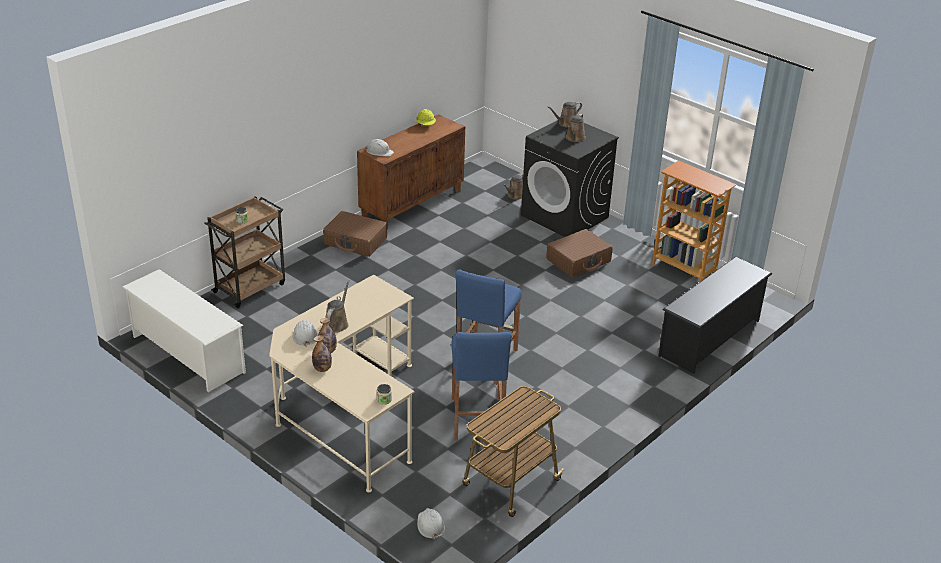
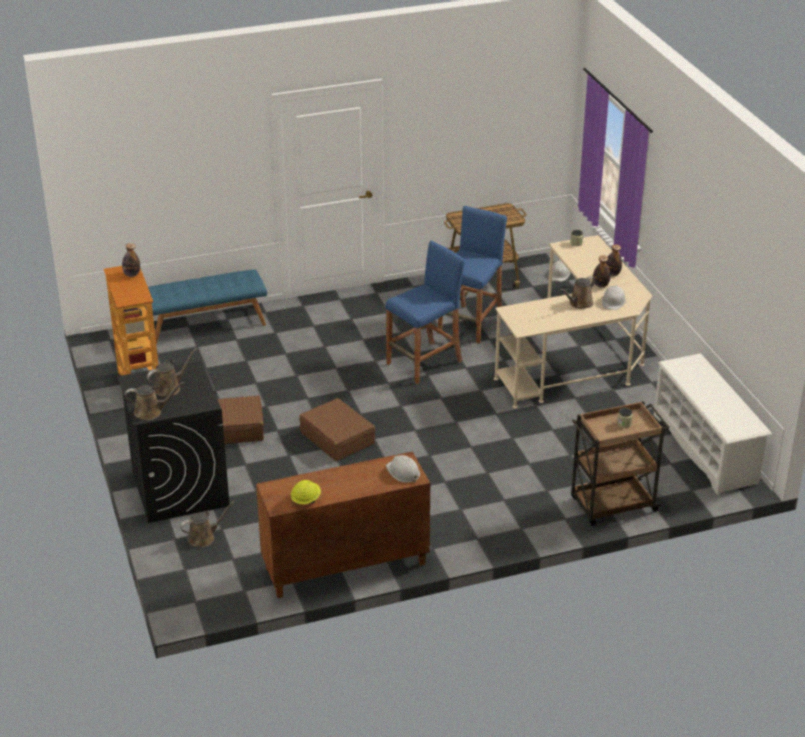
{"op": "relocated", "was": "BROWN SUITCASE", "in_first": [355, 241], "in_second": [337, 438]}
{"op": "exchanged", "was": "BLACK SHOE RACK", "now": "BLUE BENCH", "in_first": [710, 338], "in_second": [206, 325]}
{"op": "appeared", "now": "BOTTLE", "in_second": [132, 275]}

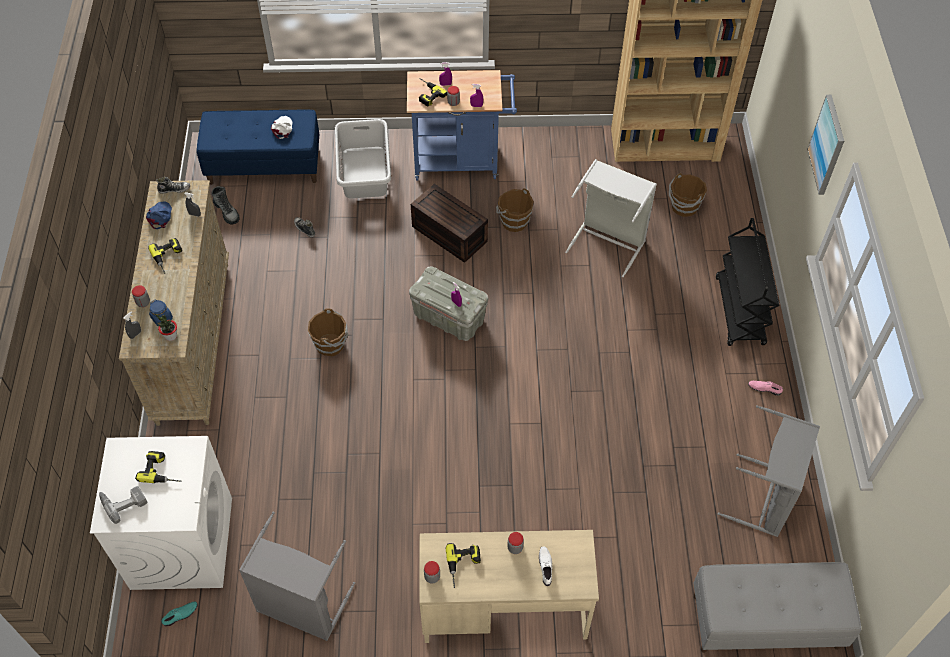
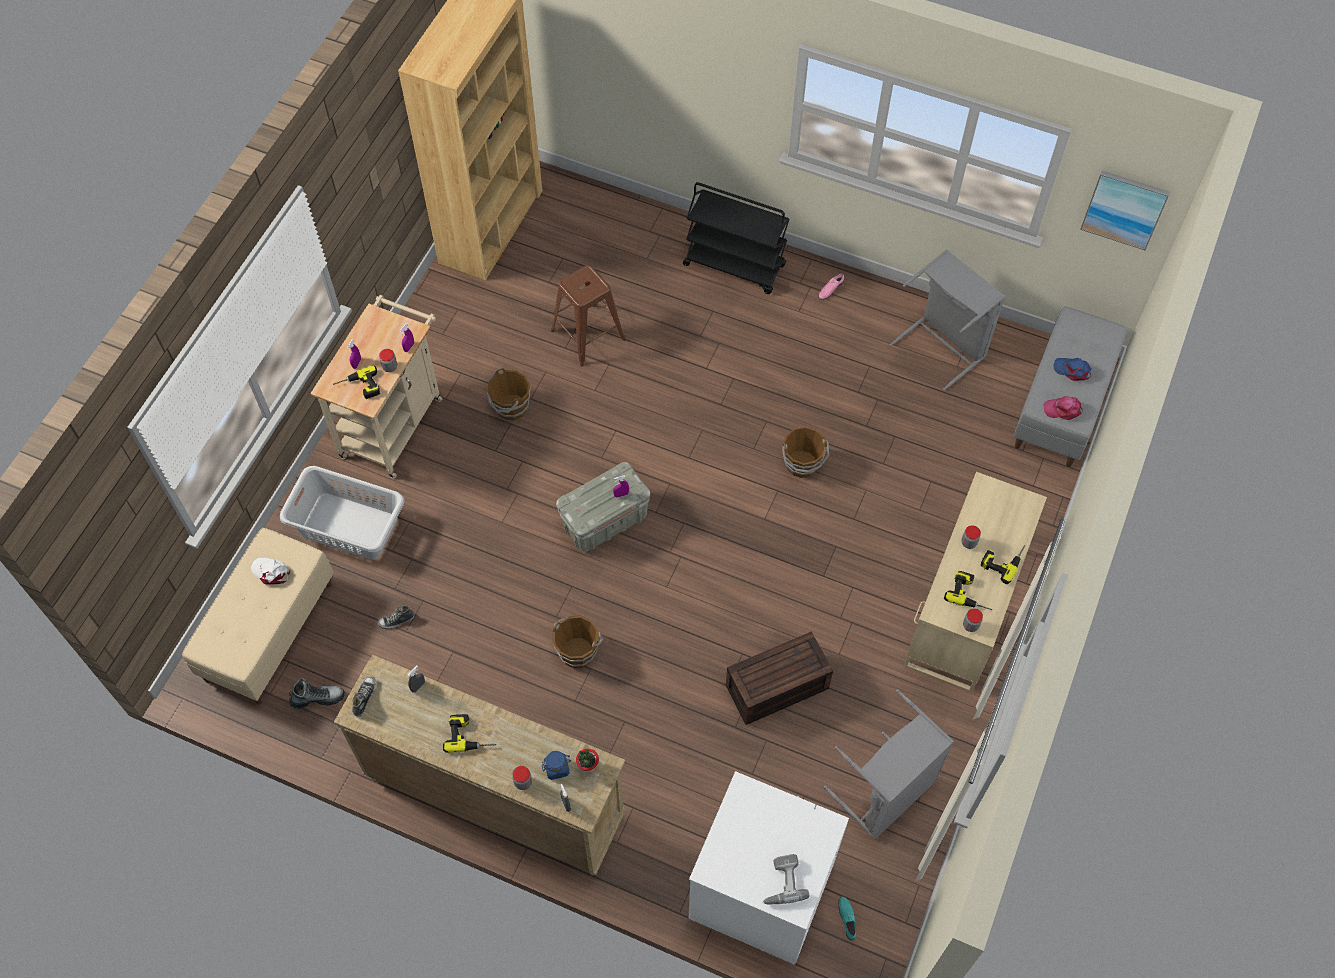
{"op": "colour", "was": "BLUE CART", "now": "BEIGE CART", "in_first": [462, 161], "in_second": [394, 421]}
{"op": "relocated", "was": "PICTURE", "in_first": [827, 145], "in_second": [1124, 209]}
{"op": "colour", "was": "BLUE BENCH", "now": "BEIGE BENCH", "in_first": [265, 165], "in_second": [269, 631]}
{"op": "exchanged", "was": "GREY LAUNDRY BASKET", "now": "BROWN STOOL", "in_first": [608, 241], "in_second": [588, 333]}
{"op": "relocated", "was": "BROWN BUCKET", "in_first": [684, 207], "in_second": [802, 464]}
{"op": "relocated", "was": "BROWN STORAGE BOX", "in_first": [448, 234], "in_second": [776, 688]}
{"op": "relocated", "was": "BLUE CAP", "in_first": [160, 216], "in_second": [1072, 370]}
{"op": "relocated", "was": "POWER DRILL", "in_first": [163, 470], "in_second": [1002, 560]}
{"op": "missing", "was": "WHITE SHOE", "in_first": [546, 566]}
{"op": "appeared", "now": "PINK CAP", "in_second": [1063, 409]}

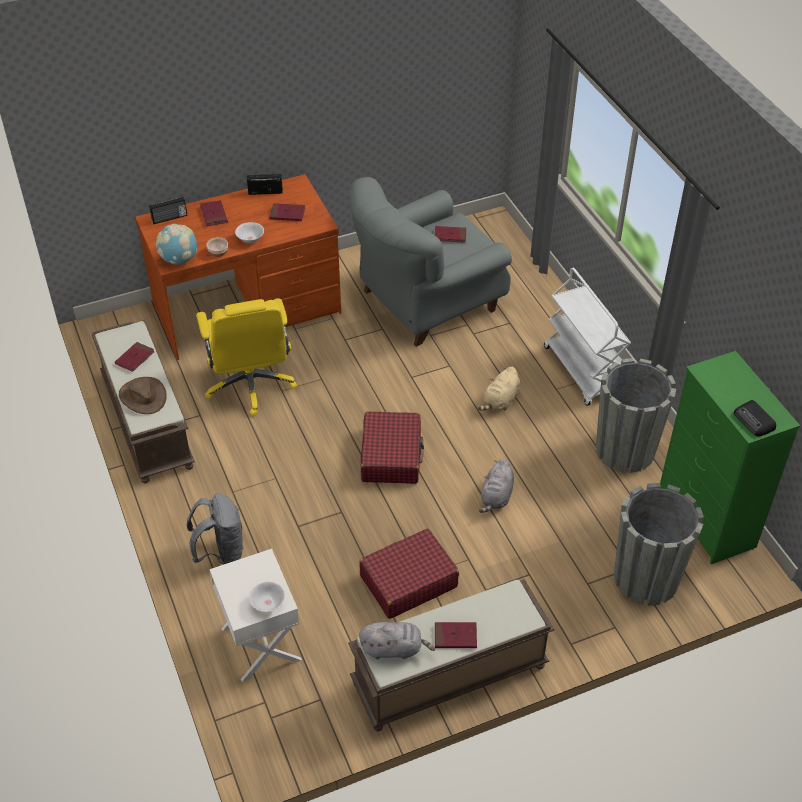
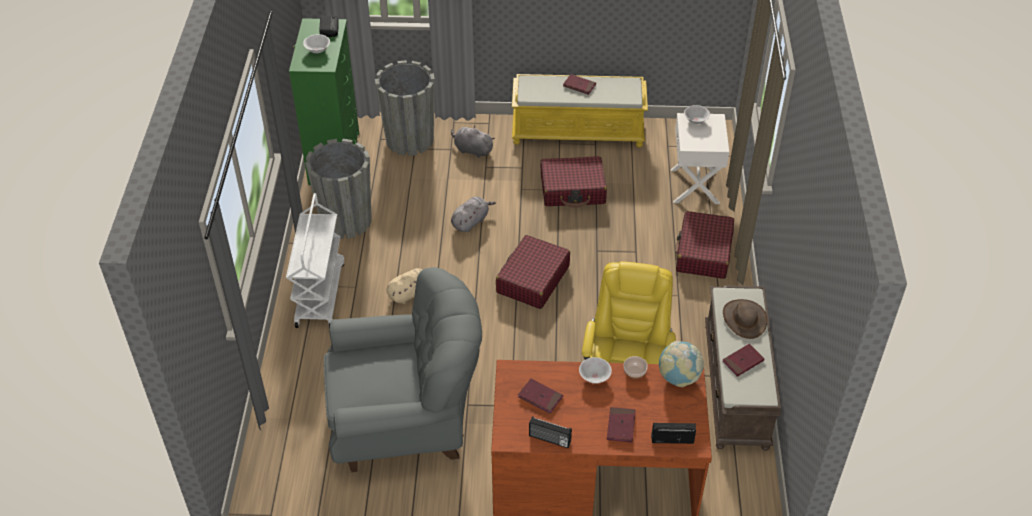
{"op": "missing", "was": "RED BOOK", "in_first": [450, 235]}
{"op": "exchanged", "was": "GREY BACKPACK", "now": "RED SUITCASE", "in_first": [221, 552], "in_second": [703, 253]}
{"op": "colour", "was": "BROWN BENCH", "now": "YELLOW BENCH", "in_first": [449, 676], "in_second": [578, 131]}
{"op": "relocated", "was": "GREY PLUSH TOY", "in_first": [394, 649], "in_second": [472, 150]}
{"op": "appeared", "now": "WHITE BOWL", "in_second": [317, 50]}

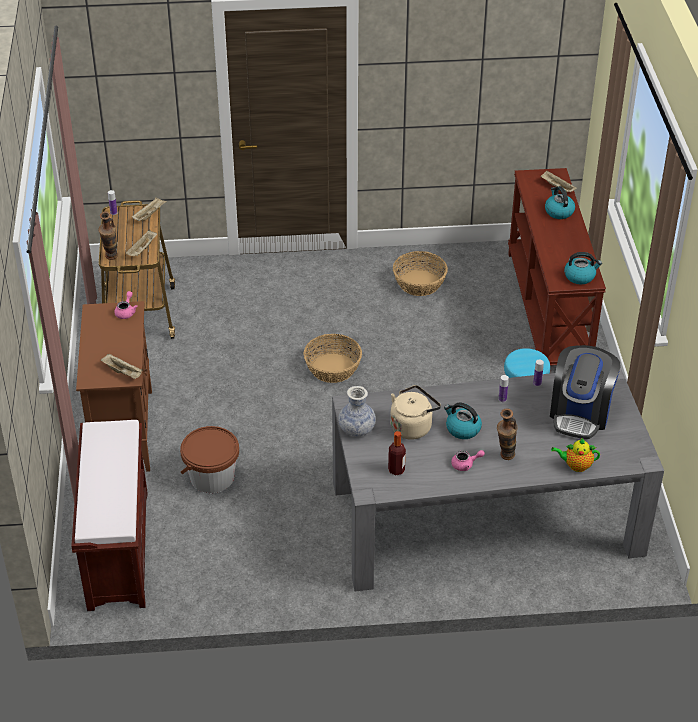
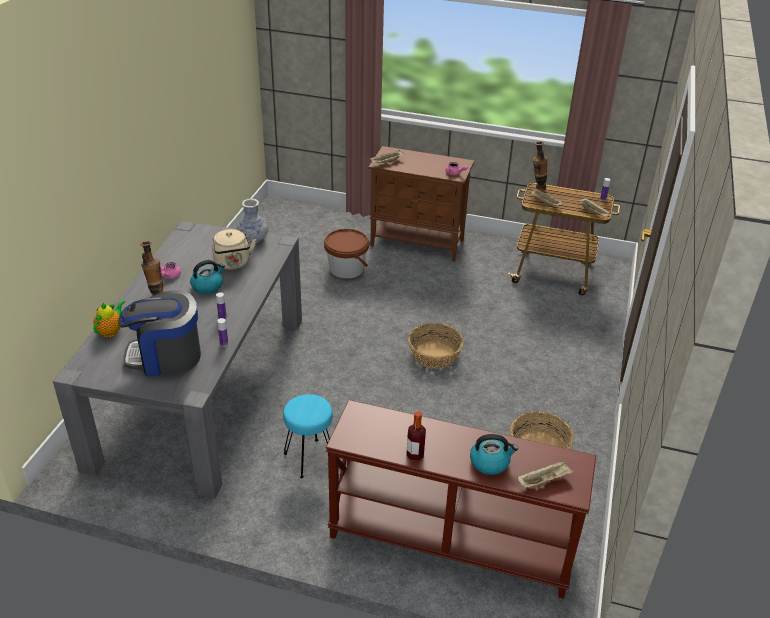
{"op": "missing", "was": "KETTLE", "in_first": [580, 276]}
{"op": "spun", "was": "COFFEE MACHINE", "in_first": [580, 413], "in_second": [165, 356], "clockwise": -45}
{"op": "missing", "was": "BROWN BENCH", "in_first": [117, 548]}
{"op": "relocated", "was": "BOTTLE", "in_first": [396, 470], "in_second": [415, 455]}

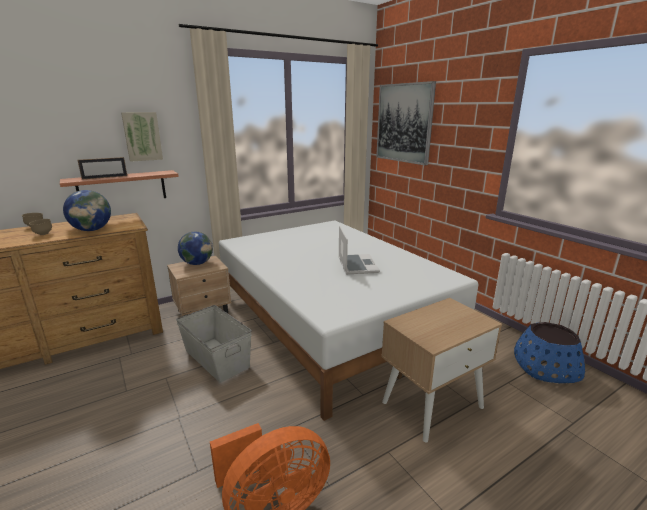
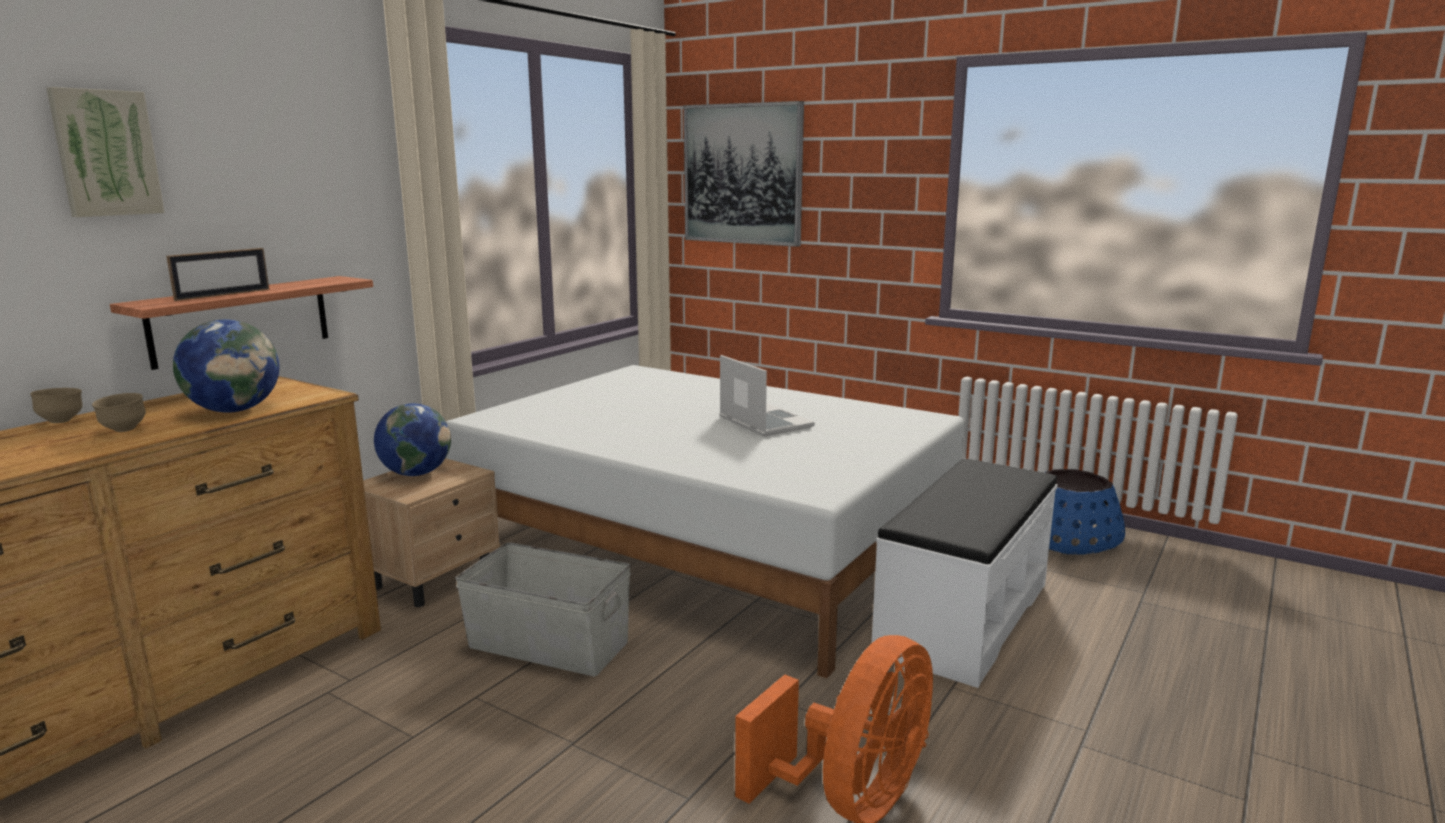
{"op": "relocated", "was": "PICTURE", "in_first": [142, 136], "in_second": [105, 153]}
{"op": "exchanged", "was": "BEIGE NIGHTSTAND", "now": "WHITE BENCH", "in_first": [432, 404], "in_second": [962, 616]}

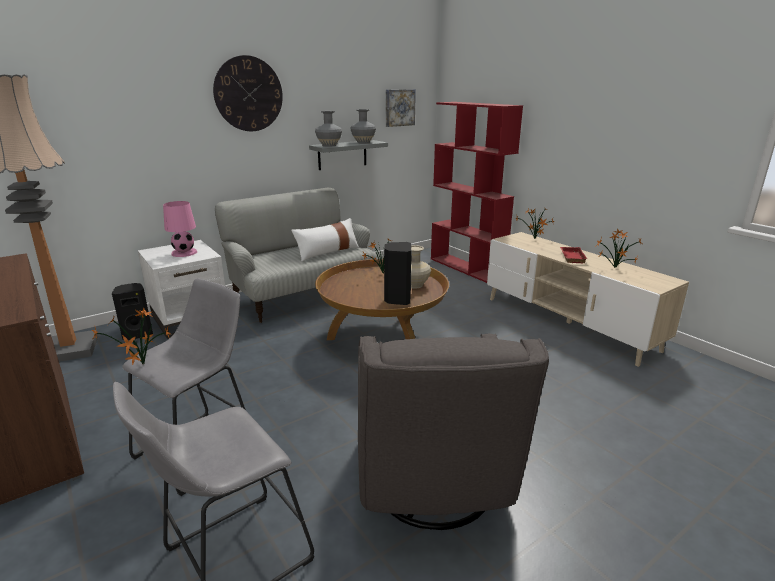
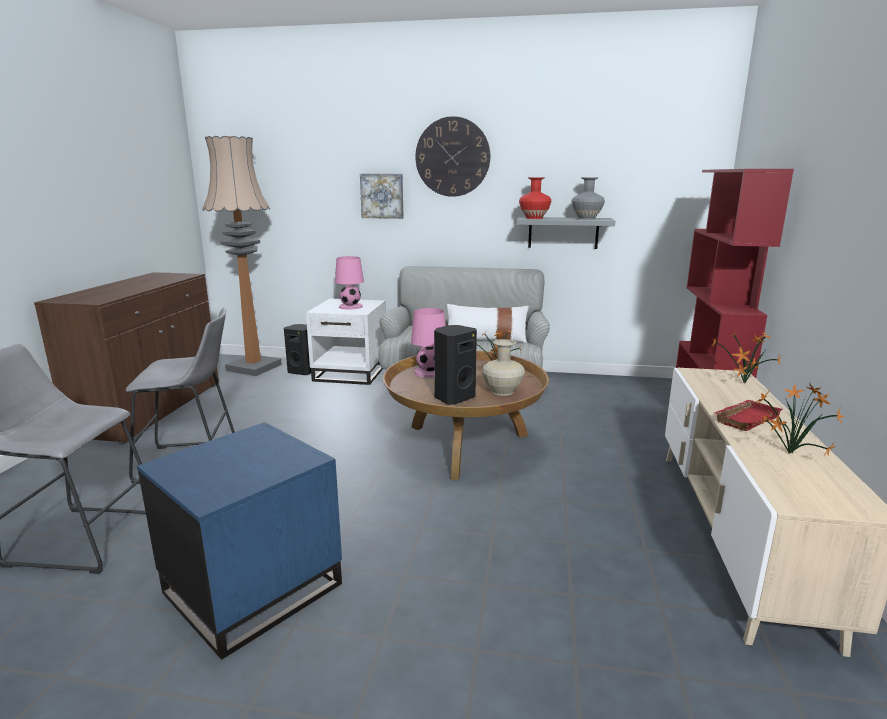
{"op": "relocated", "was": "PICTURE", "in_first": [399, 107], "in_second": [382, 196]}
{"op": "colour", "was": "GREY VASE", "now": "RED VASE", "in_first": [328, 145], "in_second": [534, 218]}
{"op": "missing", "was": "POTTED PLANT", "in_first": [142, 365]}
{"op": "exchanged", "was": "GREY ARMCHAIR", "now": "BLUE SIDE TABLE", "in_first": [432, 485], "in_second": [252, 587]}
{"op": "appeared", "now": "PINK TABLE LAMP", "in_second": [429, 372]}

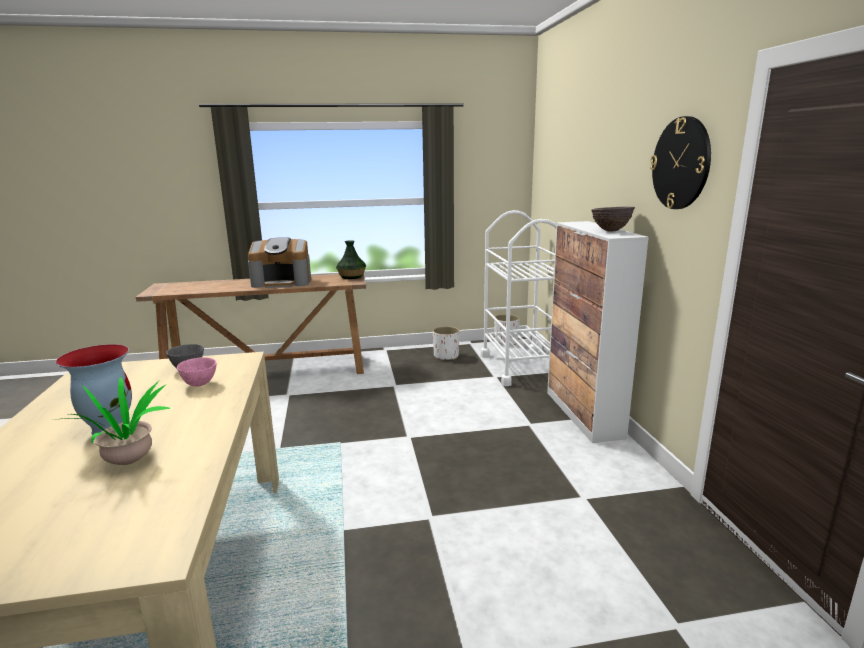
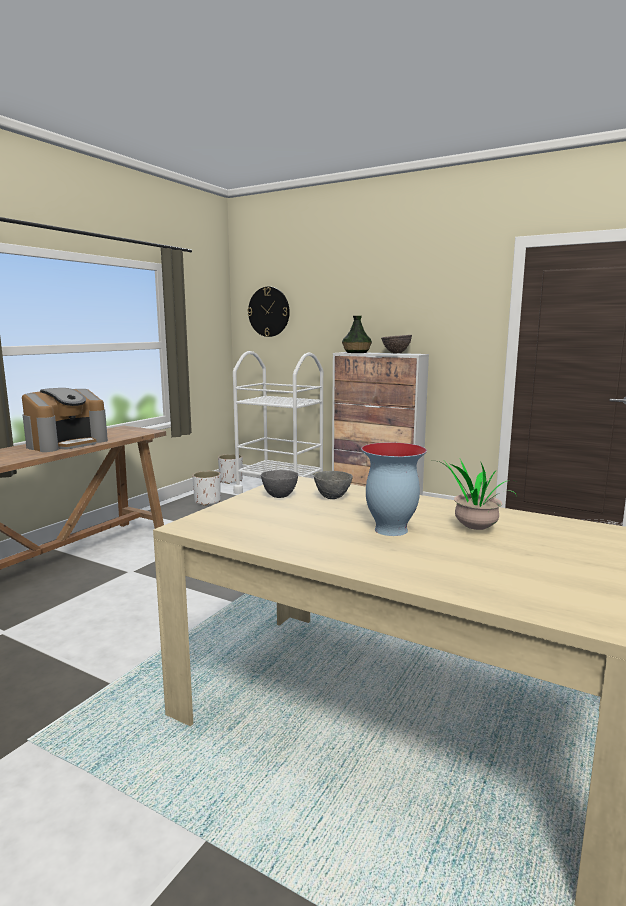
{"op": "relocated", "was": "WALL CLOCK", "in_first": [681, 163], "in_second": [269, 312]}
{"op": "relocated", "was": "VASE", "in_first": [352, 277], "in_second": [357, 352]}
{"op": "colour", "was": "PINK BOWL", "now": "GREY BOWL", "in_first": [200, 384], "in_second": [332, 497]}

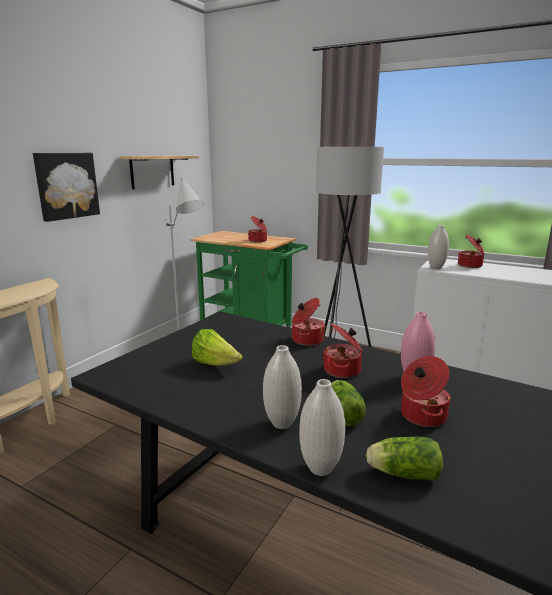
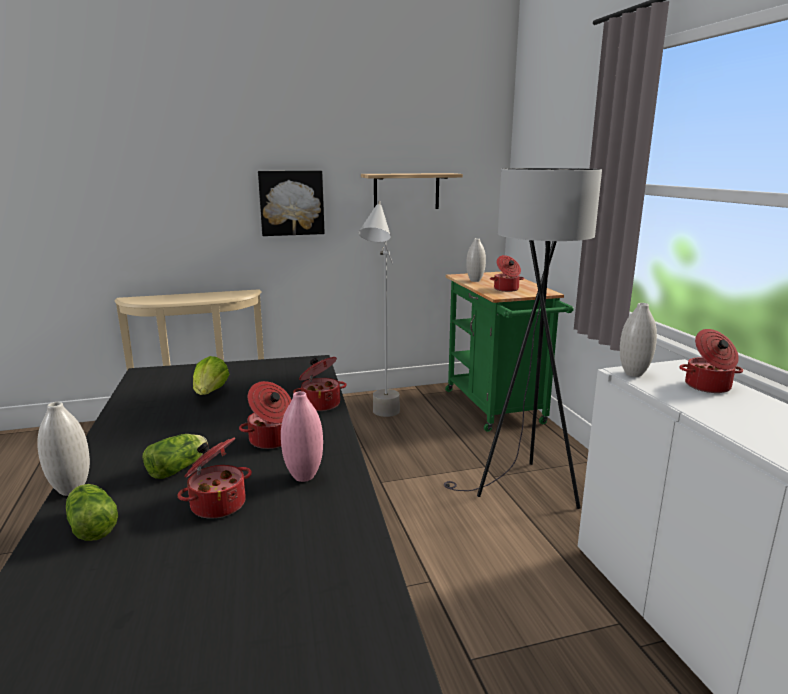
{"op": "relocated", "was": "WHITE VASE", "in_first": [282, 424], "in_second": [475, 280]}

